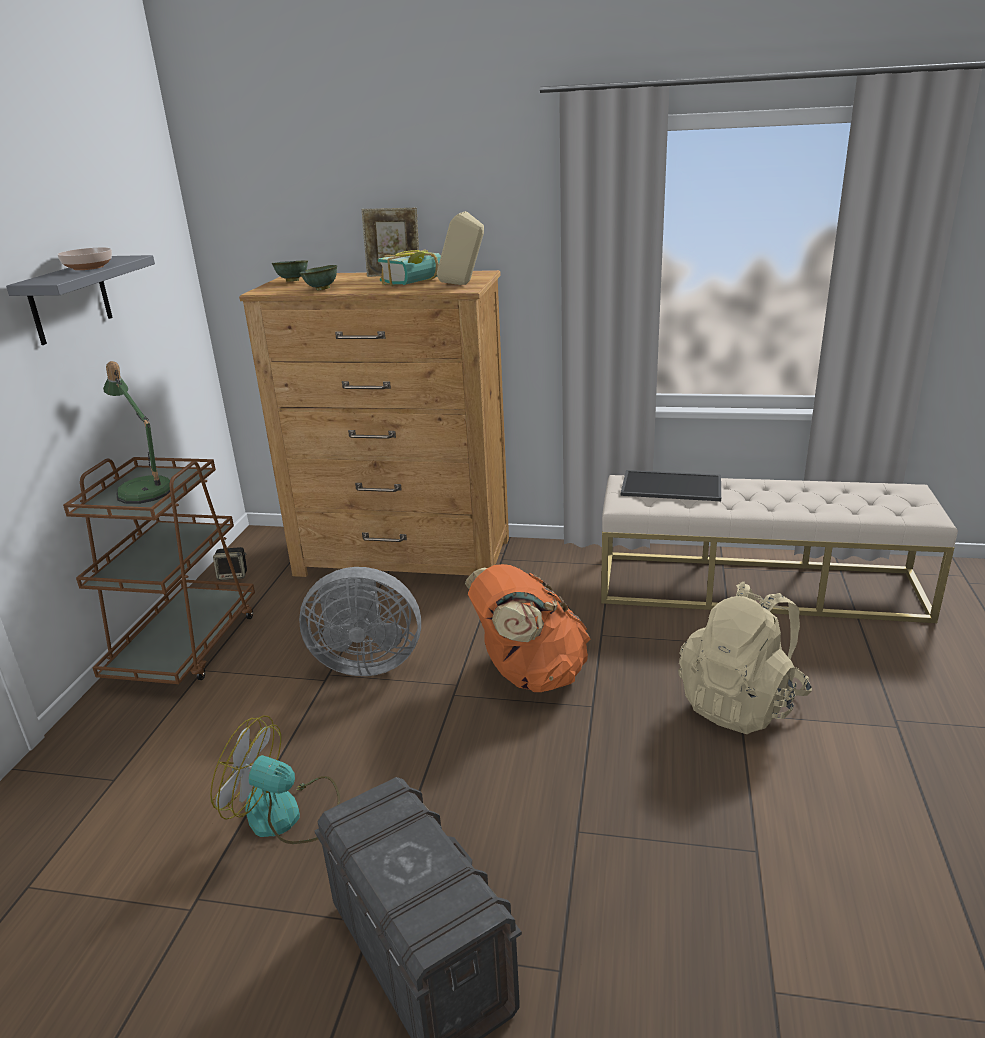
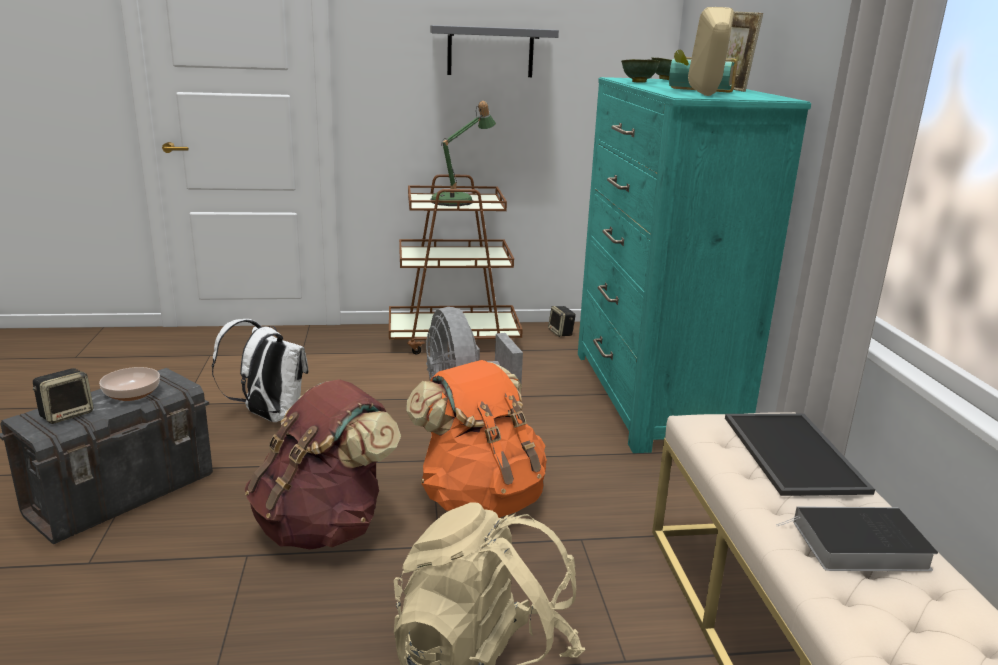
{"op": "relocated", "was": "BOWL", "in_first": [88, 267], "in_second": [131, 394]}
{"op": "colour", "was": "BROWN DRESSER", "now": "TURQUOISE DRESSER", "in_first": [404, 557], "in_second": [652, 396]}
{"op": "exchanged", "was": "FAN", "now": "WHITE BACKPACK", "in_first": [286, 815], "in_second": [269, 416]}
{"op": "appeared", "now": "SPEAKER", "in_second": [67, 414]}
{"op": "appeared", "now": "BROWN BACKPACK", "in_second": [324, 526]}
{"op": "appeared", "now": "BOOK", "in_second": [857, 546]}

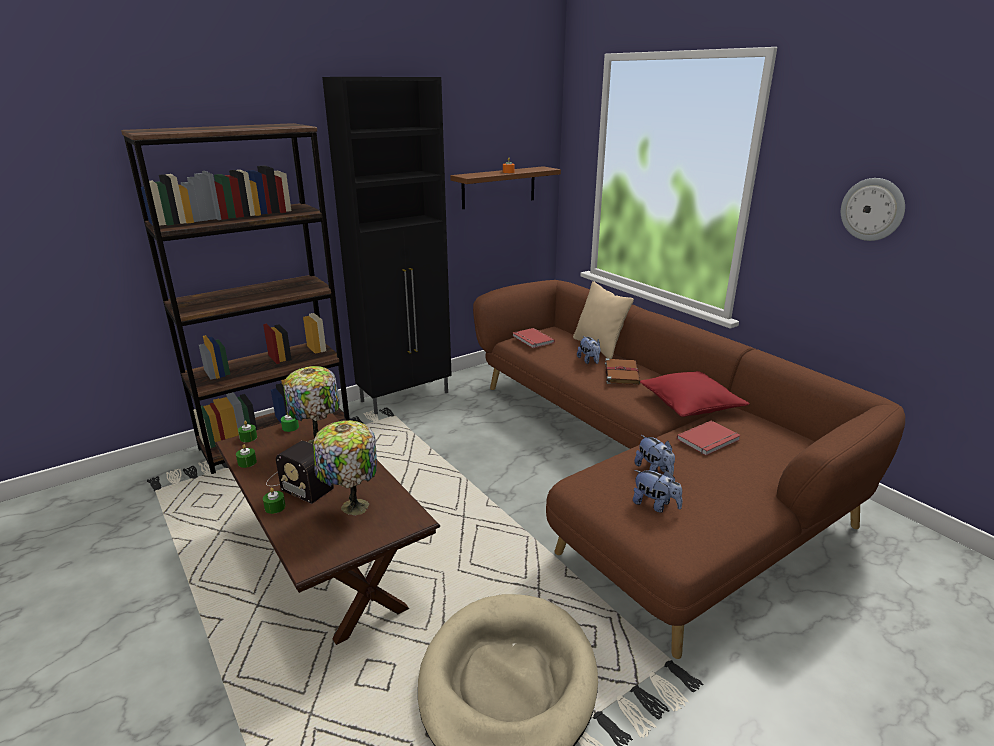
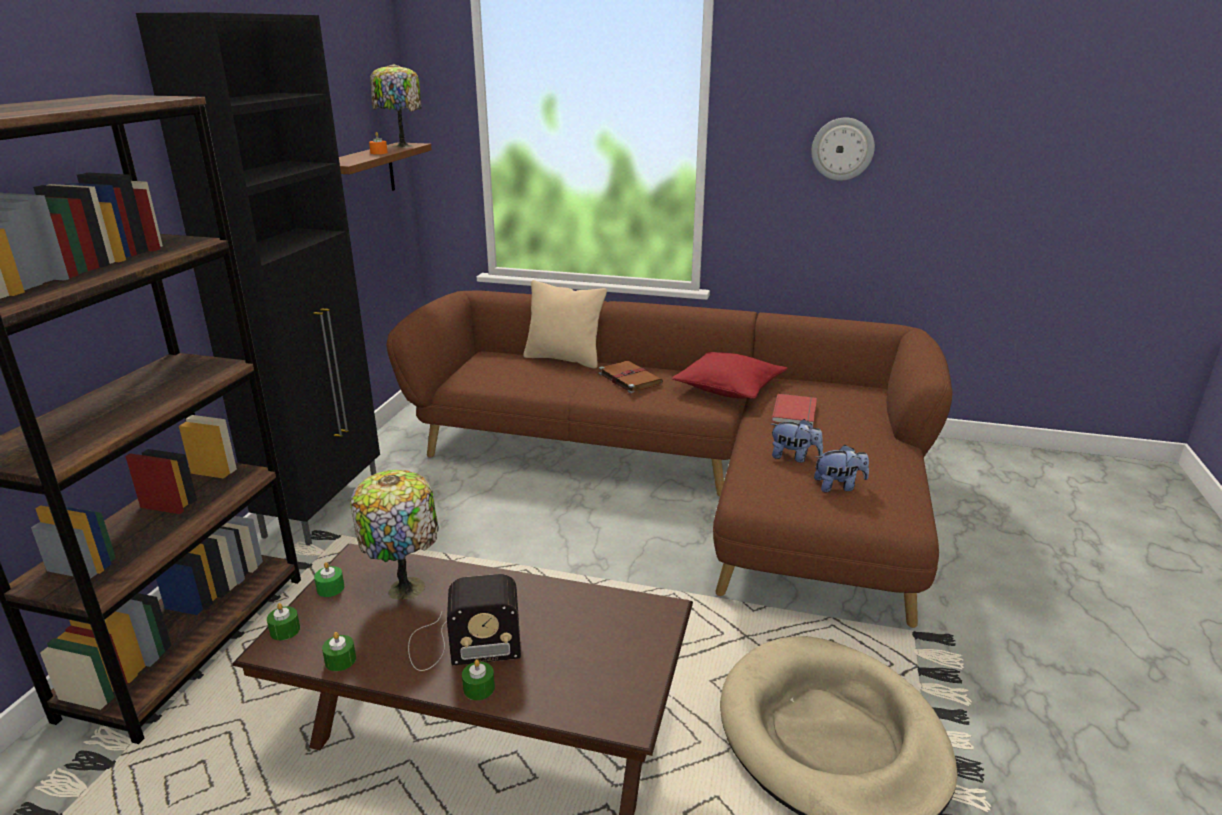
{"op": "missing", "was": "RED BOOK", "in_first": [532, 340]}
{"op": "missing", "was": "PLUSH TOY", "in_first": [589, 361]}
{"op": "relocated", "was": "TABLE LAMP", "in_first": [352, 507], "in_second": [401, 146]}

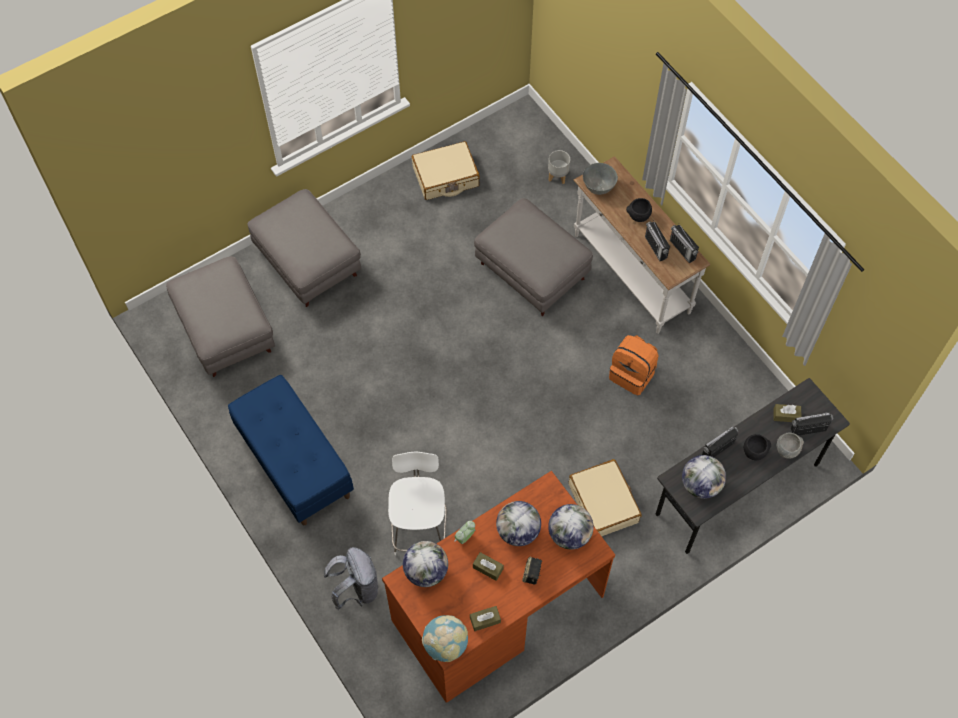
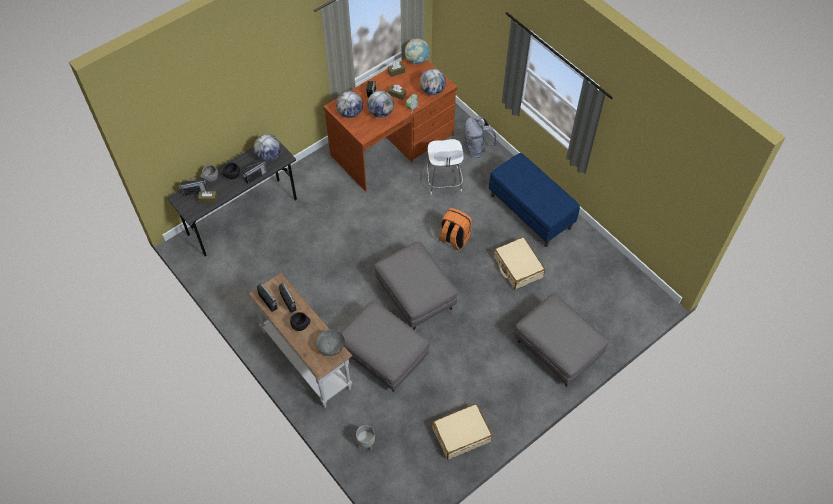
{"op": "relocated", "was": "GREY OTTOMAN", "in_first": [225, 330], "in_second": [416, 295]}
{"op": "relocated", "was": "ORANGE BACKPACK", "in_first": [632, 374], "in_second": [454, 239]}
{"op": "relocated", "was": "BEIGE SUITCASE", "in_first": [603, 503], "in_second": [518, 267]}

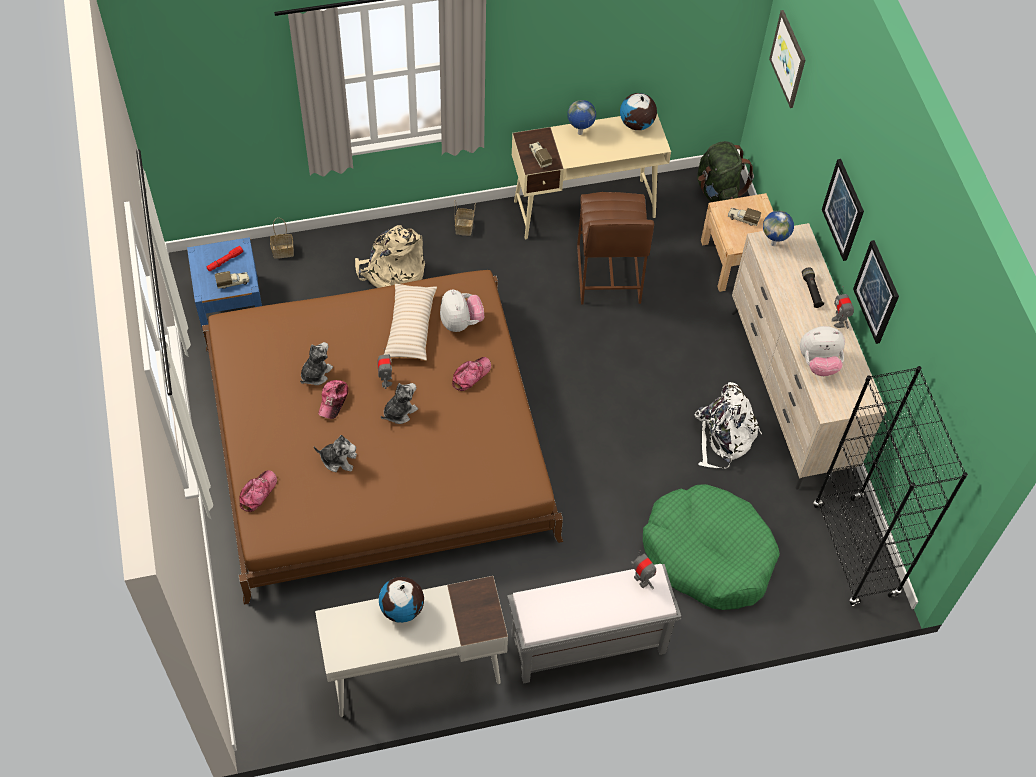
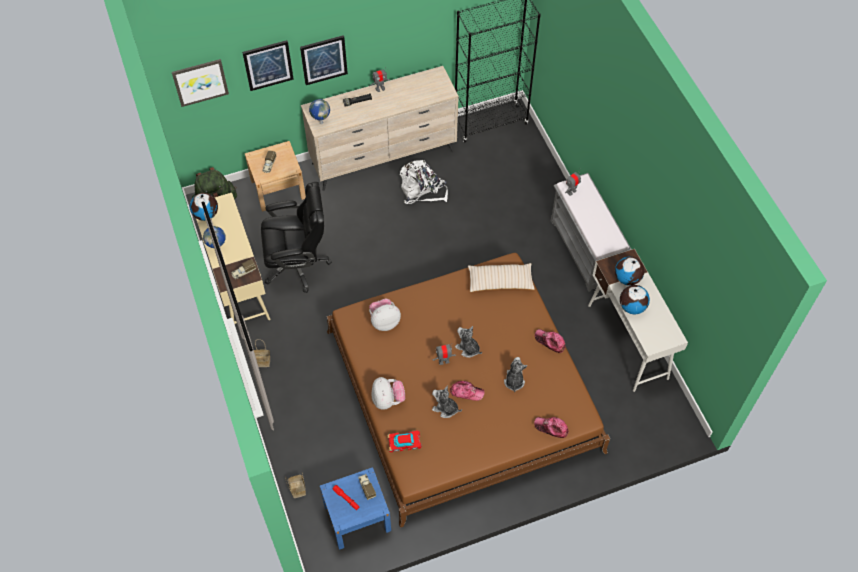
{"op": "exchanged", "was": "BROWN STOOL", "now": "BLACK OFFICE CHAIR", "in_first": [607, 274], "in_second": [298, 264]}
{"op": "missing", "was": "BEIGE BACKPACK", "in_first": [392, 271]}
{"op": "relocated", "was": "PICTURE", "in_first": [877, 292], "in_second": [268, 65]}
{"op": "relocated", "was": "BEIGE PILLOW", "in_first": [410, 327], "in_second": [500, 281]}
{"op": "relocated", "was": "PLUSH TOY", "in_first": [818, 363], "in_second": [388, 400]}
{"op": "relocated", "was": "CAP", "in_first": [471, 375], "in_second": [550, 342]}
{"op": "missing", "was": "GREEN DOG BED", "in_first": [708, 554]}
{"op": "appeared", "now": "GLOBE", "in_second": [627, 278]}
{"op": "appeared", "now": "TOY CAR", "in_second": [404, 443]}

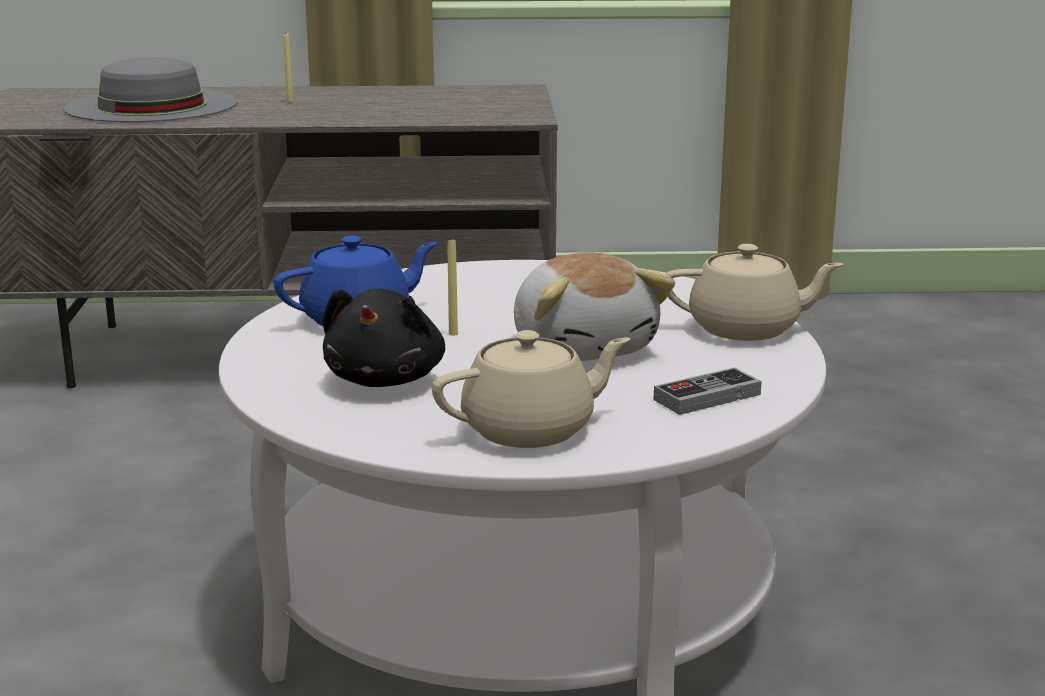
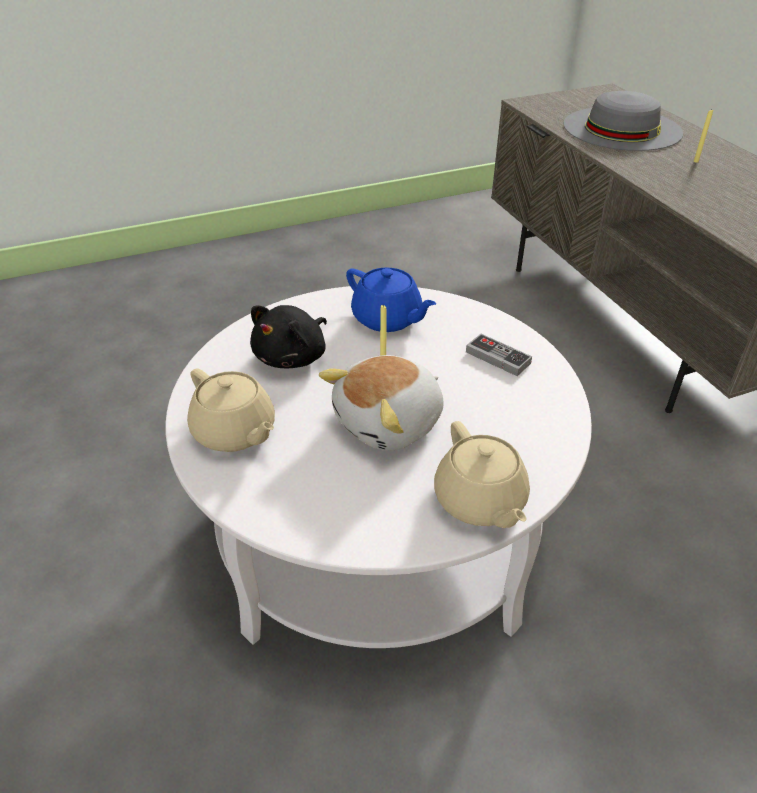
{"op": "spun", "was": "BLACK PLUSH TOY", "in_first": [386, 379], "in_second": [293, 357], "clockwise": -45}
{"op": "relocated", "was": "GAME CONTROLLER", "in_first": [707, 397], "in_second": [498, 357]}

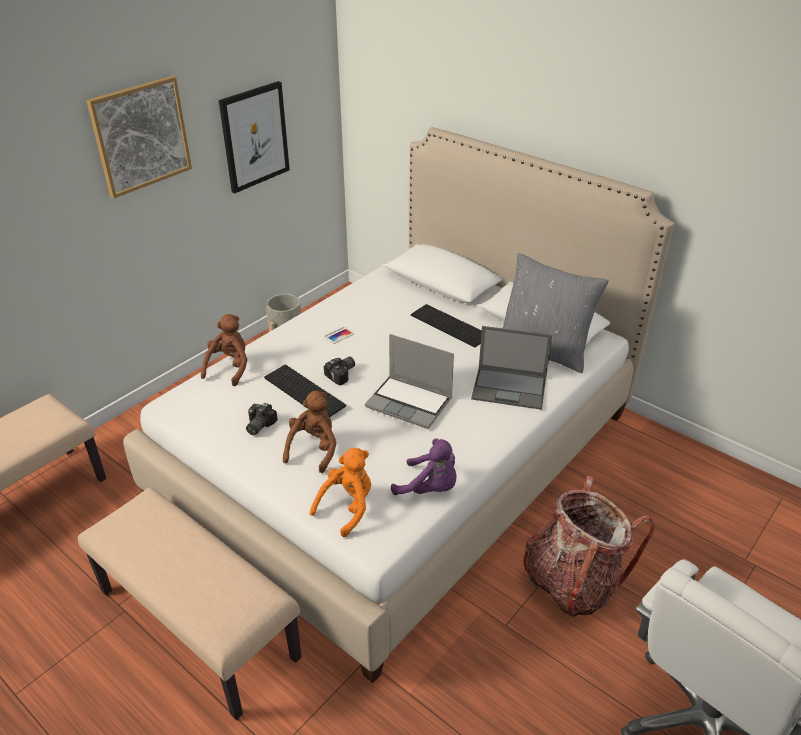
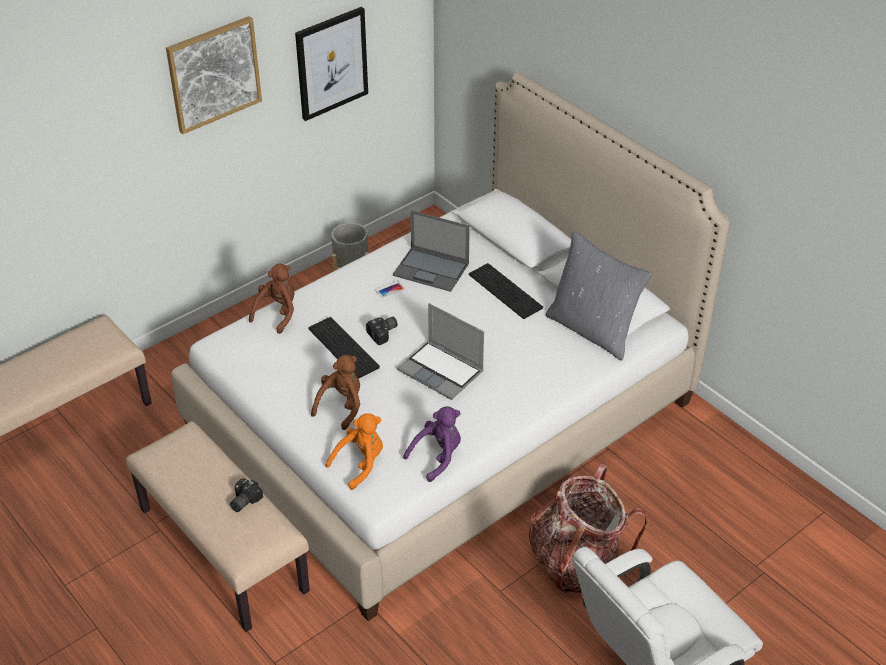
{"op": "relocated", "was": "LAPTOP", "in_first": [510, 388], "in_second": [432, 269]}
{"op": "relocated", "was": "PHOTO CAMERA", "in_first": [258, 425], "in_second": [243, 501]}
{"op": "spun", "was": "PURPLE PLUSH TOY", "in_first": [430, 488], "in_second": [437, 456], "clockwise": -75}

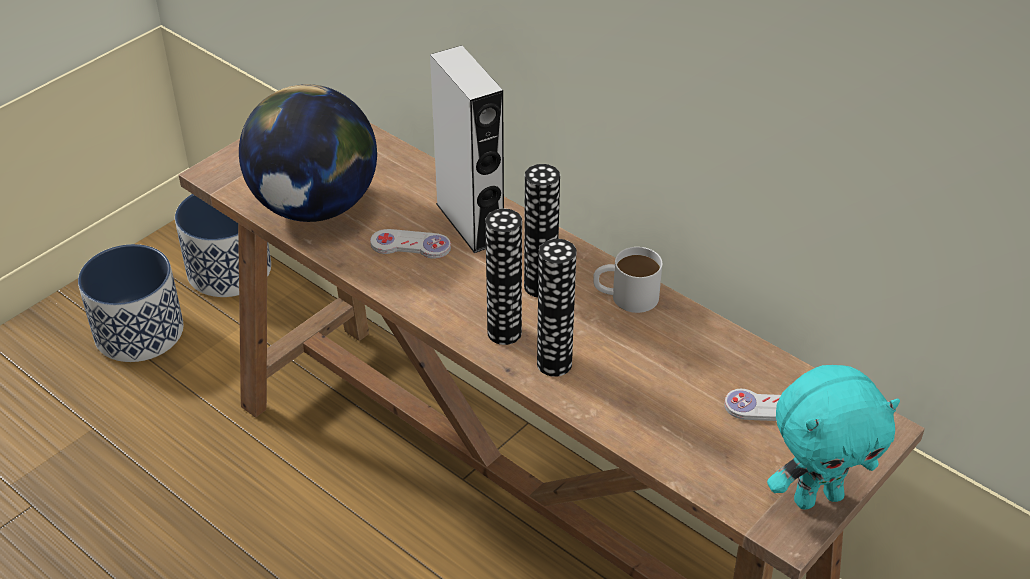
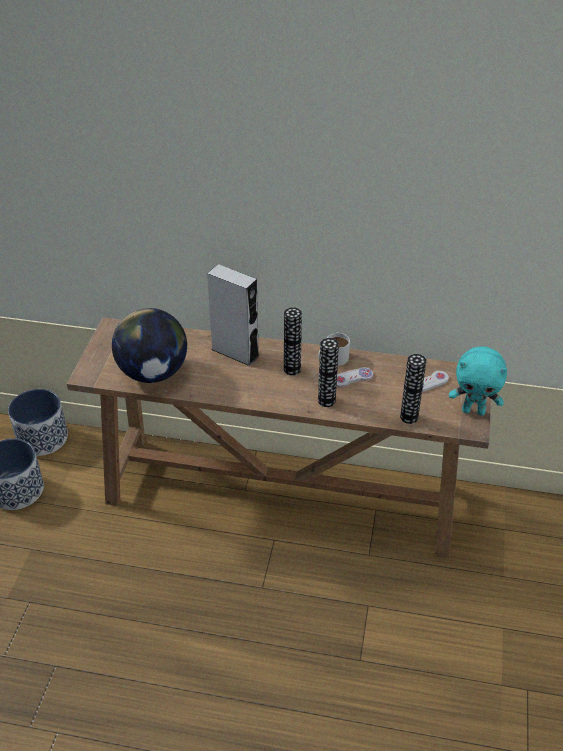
{"op": "relocated", "was": "VASE", "in_first": [504, 332], "in_second": [409, 417]}
{"op": "relocated", "was": "WHITE GAME CONTROLLER", "in_first": [410, 246], "in_second": [352, 378]}
{"op": "spun", "was": "TURQUOISE PLUSH TOY", "in_first": [817, 496], "in_second": [474, 411], "clockwise": 60}

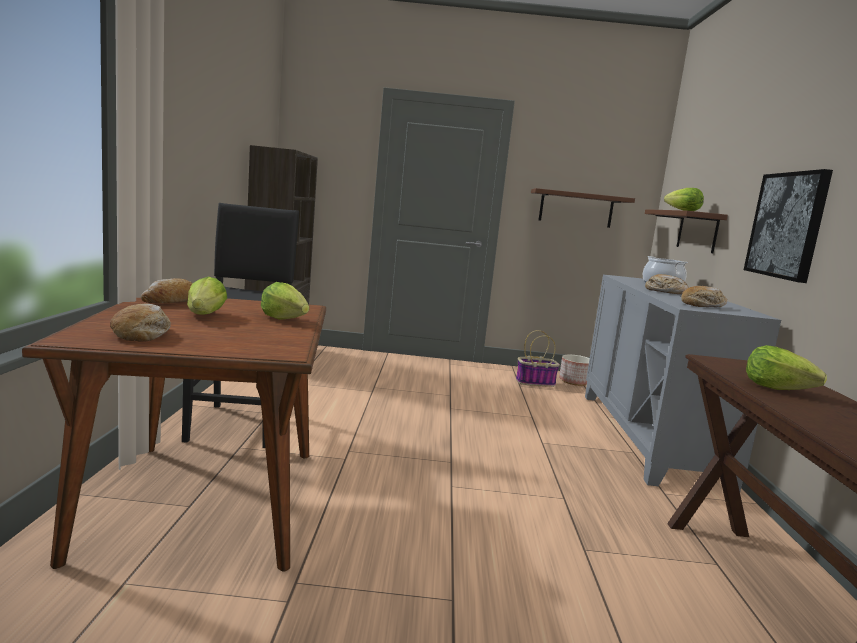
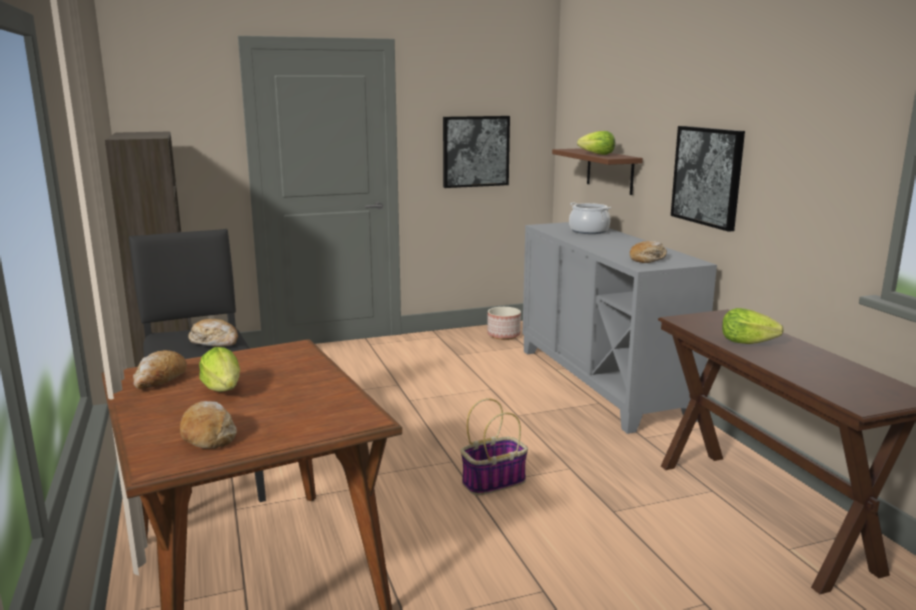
{"op": "exchanged", "was": "BROWN SHELF", "now": "PICTURE", "in_first": [576, 209], "in_second": [475, 151]}
{"op": "relocated", "was": "BREAD", "in_first": [665, 292], "in_second": [215, 342]}
{"op": "missing", "was": "LETTUCE", "in_first": [284, 319]}
{"op": "relocated", "was": "BASKET", "in_first": [535, 382], "in_second": [494, 481]}

